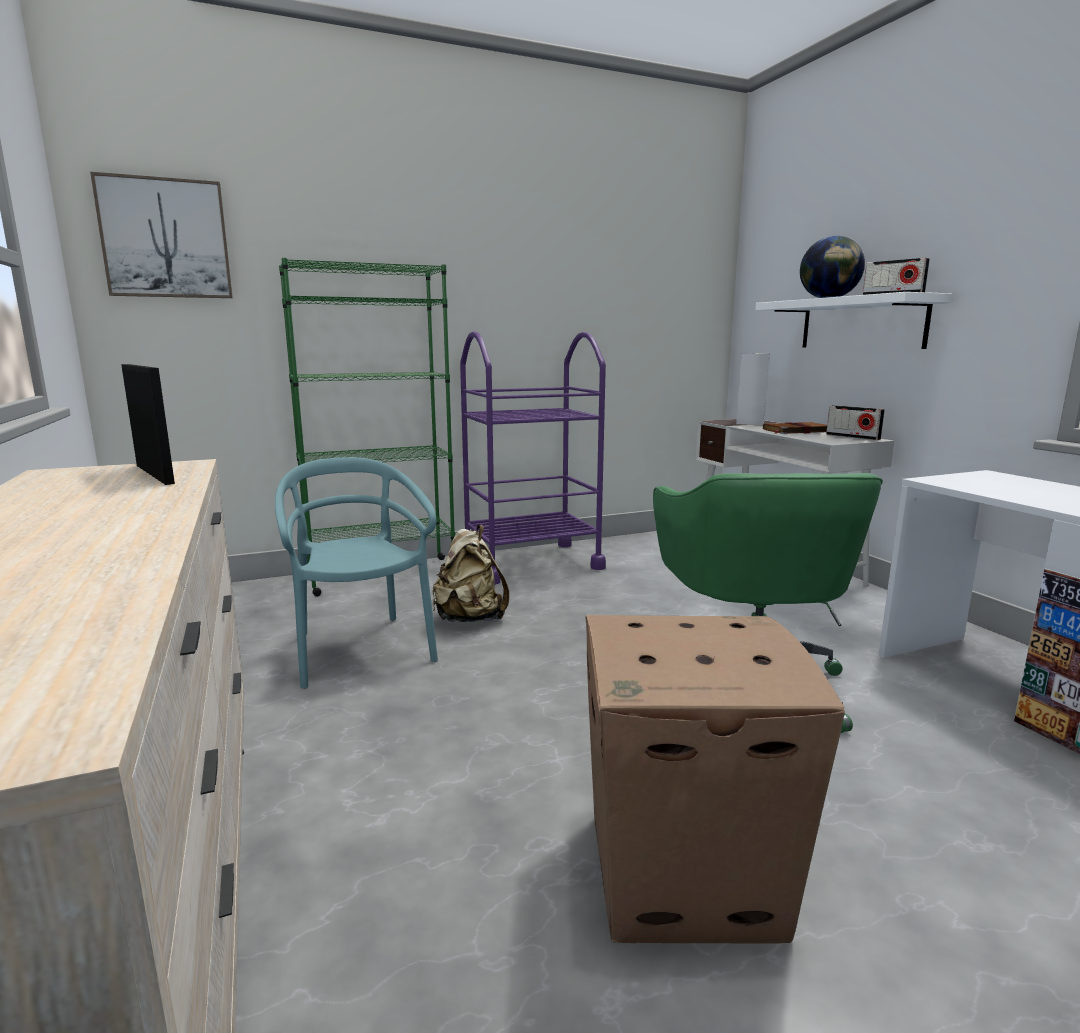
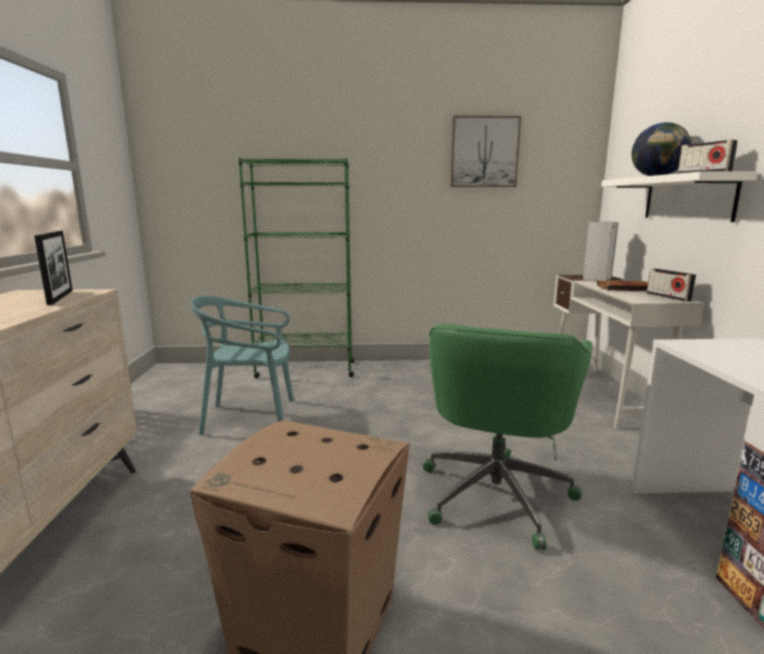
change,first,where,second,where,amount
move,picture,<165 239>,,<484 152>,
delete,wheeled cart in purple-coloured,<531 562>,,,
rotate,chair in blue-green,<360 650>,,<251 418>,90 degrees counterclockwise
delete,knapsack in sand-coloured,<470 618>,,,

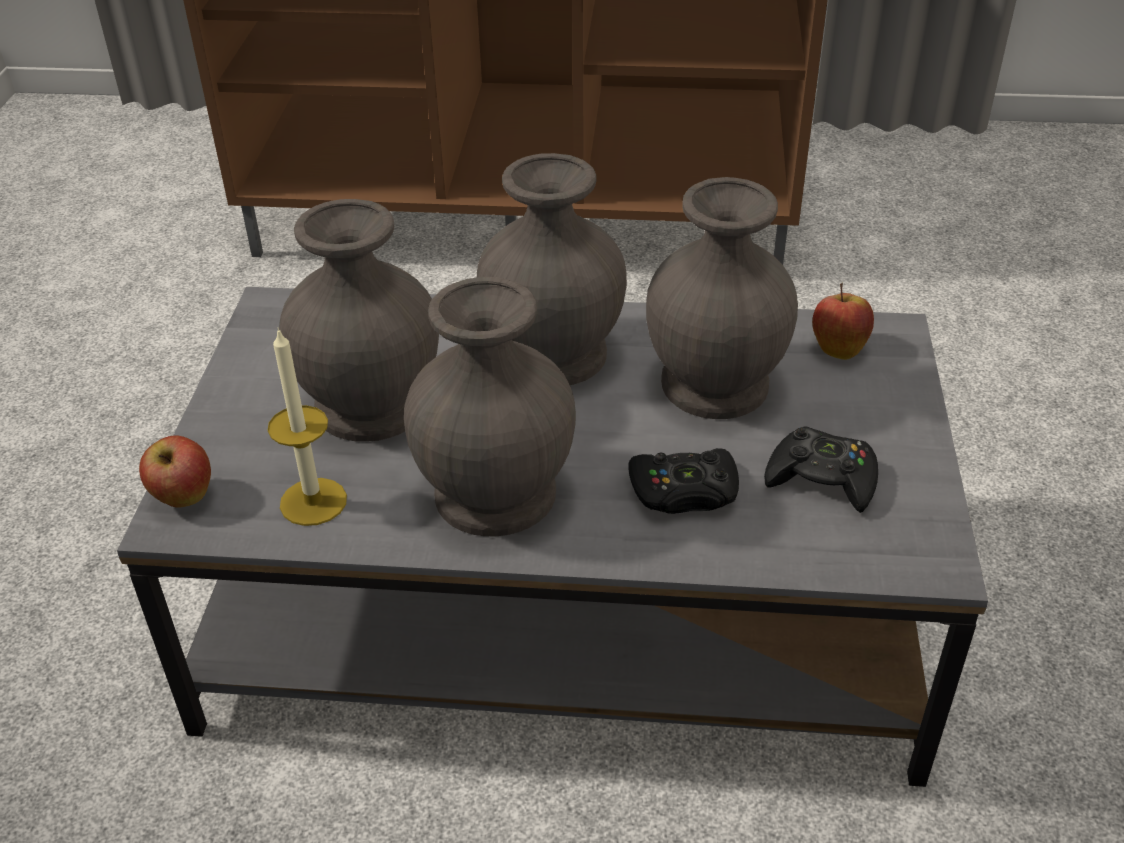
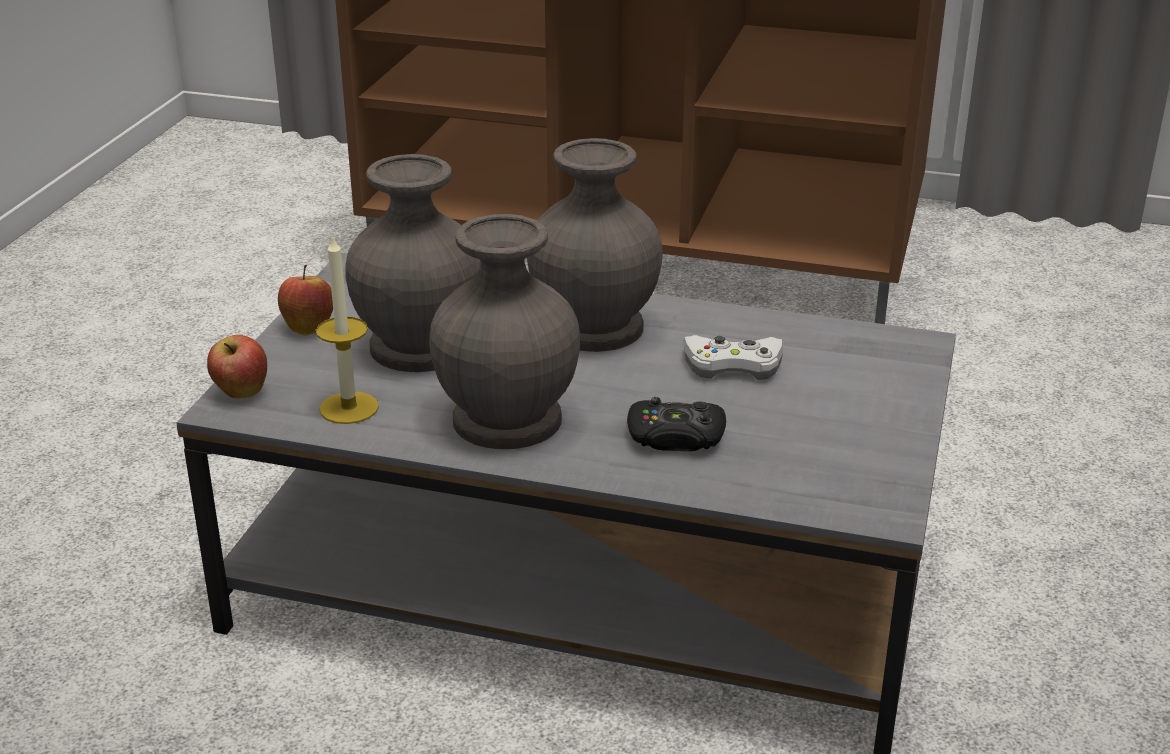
change,first,where,second,where,amount
replace,vase in grey,<714 385>,gamepad in whitish,<733 365>,
move,apple,<838 348>,,<308 327>,
delete,gamepad in black,<822 478>,,,

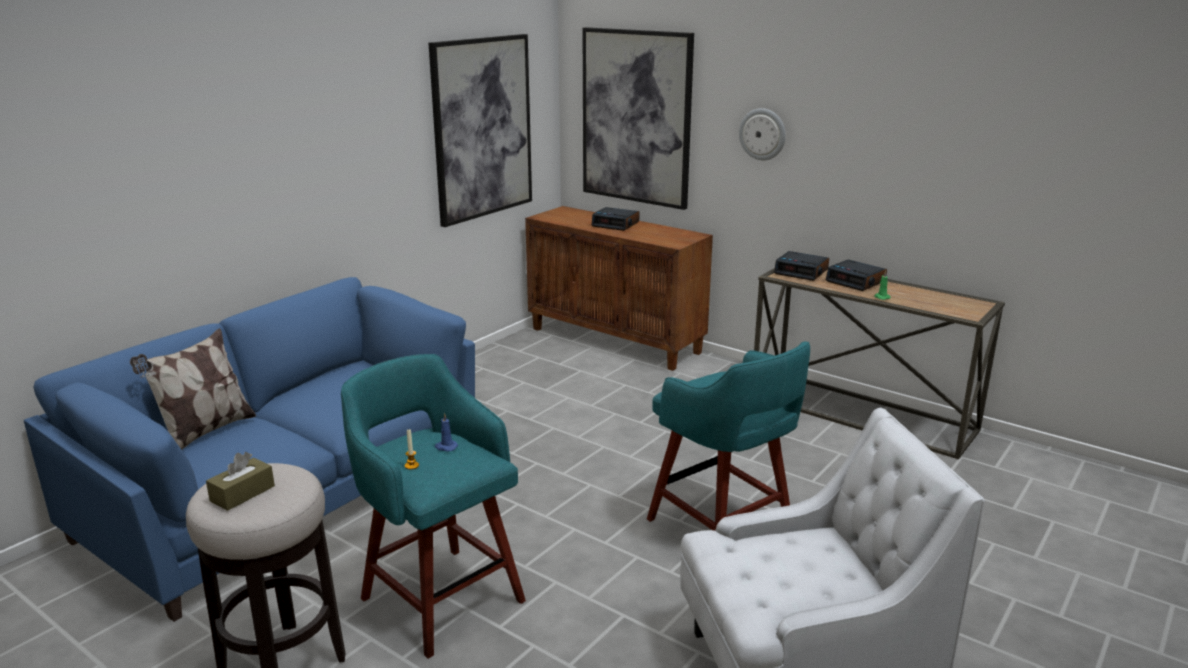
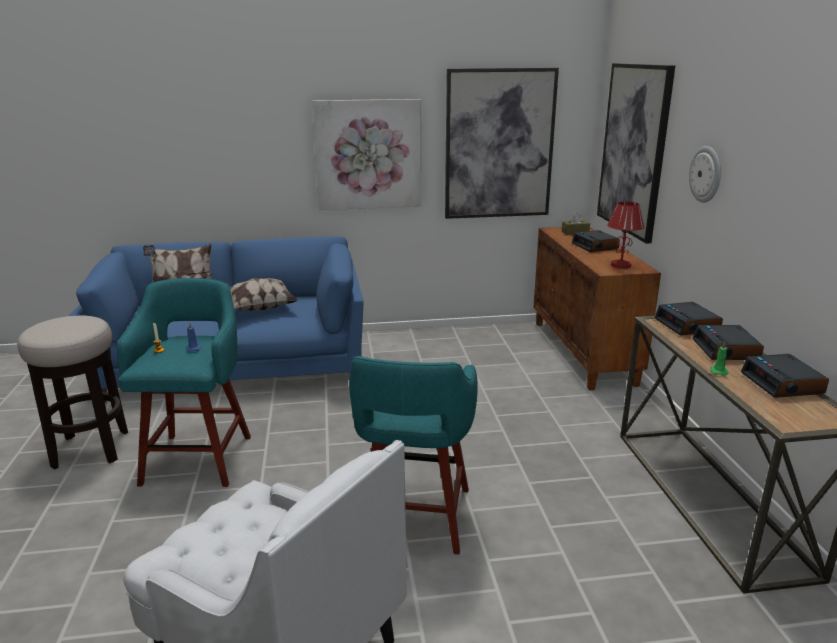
change,first,where,second,where,amount
move,tissue holder in brown-coloured,<242 493>,,<575 232>,
insert,,,picture,<368 155>,
insert,,,lamp for a table in red-coloured,<621 265>,
insert,,,cushion,<260 308>,
insert,,,bedside clock,<783 384>,

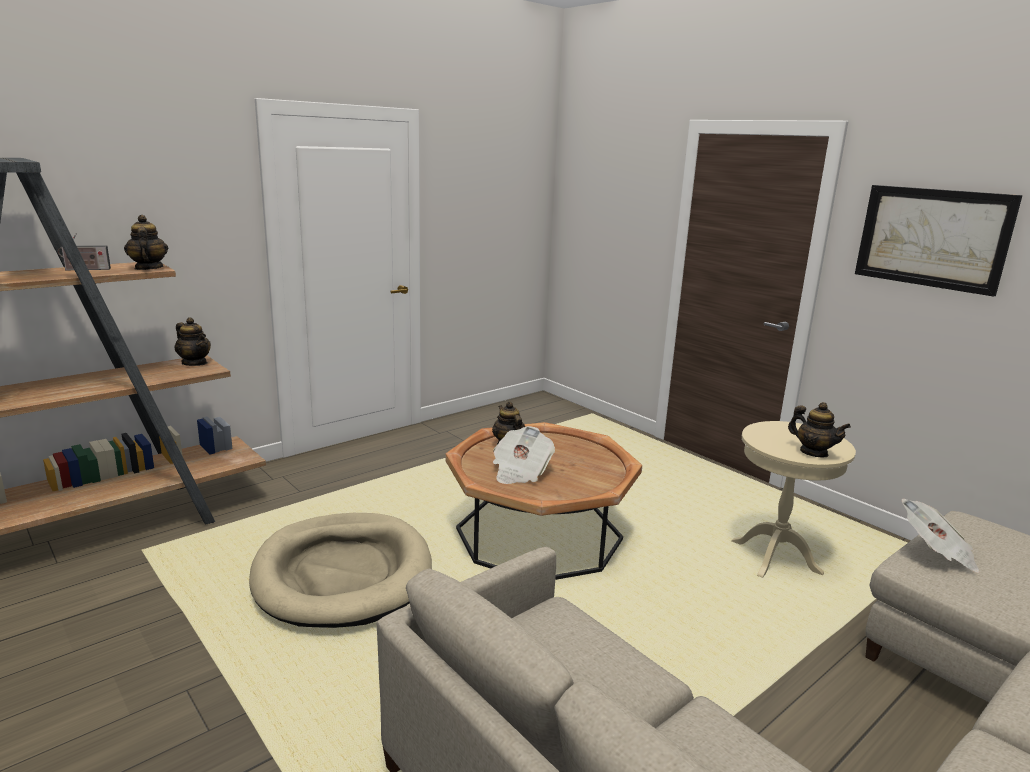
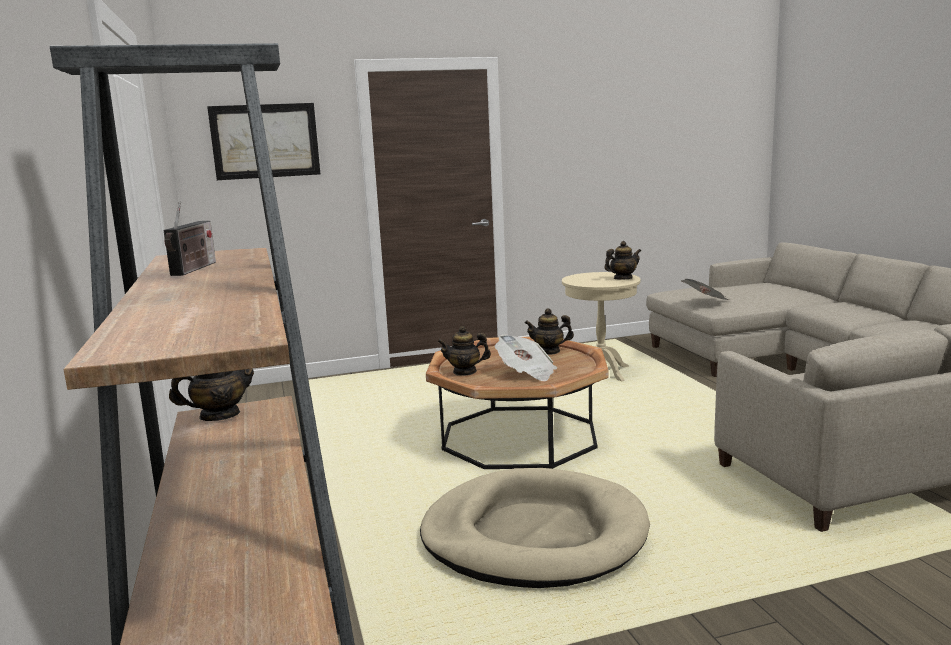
change,first,where,second,where,amount
move,picture,<932 237>,,<265 141>,
move,tea pot,<148 268>,,<549 351>,

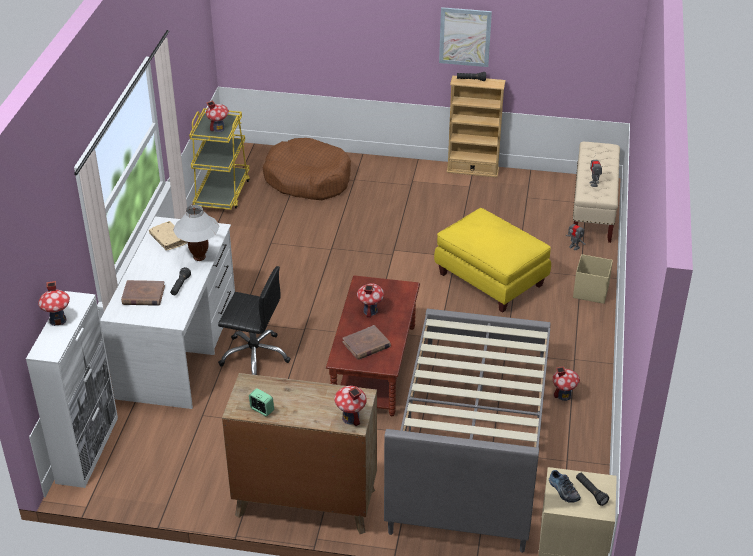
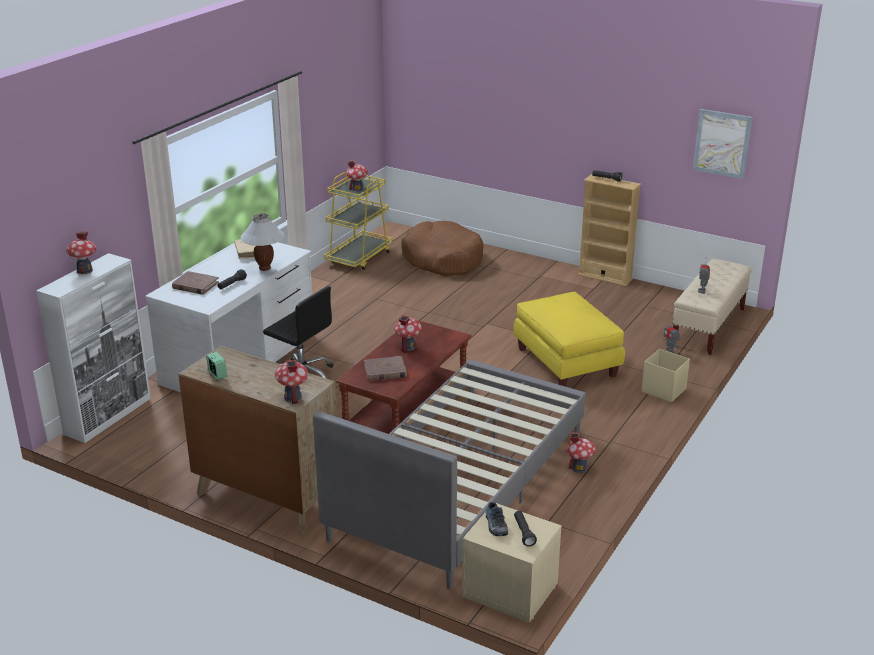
change,first,where,second,where,amount
move,picture,<465 37>,,<722 143>,

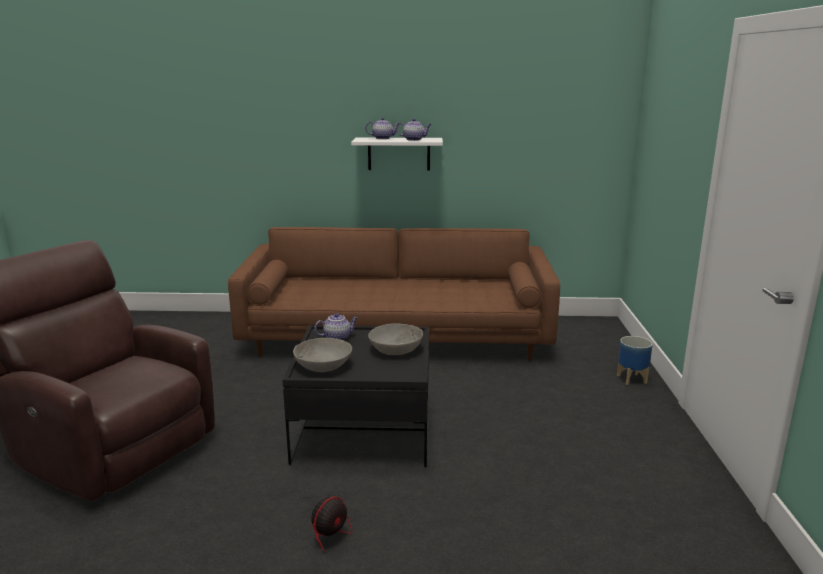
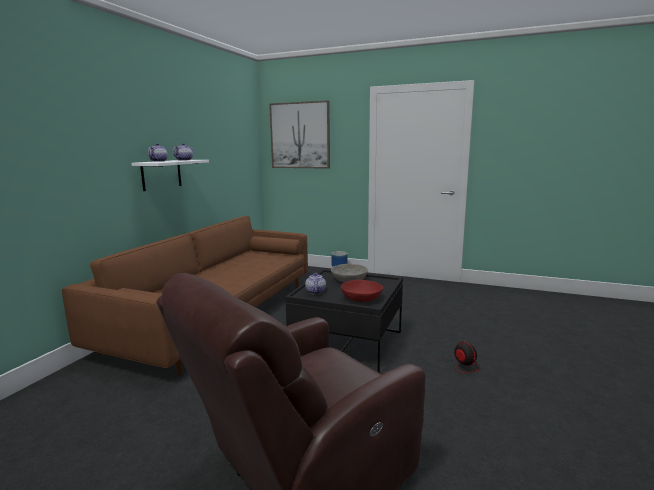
change,first,where,second,where,amount
recolor,serving bowl in grey,<323 366>,serving bowl in red-coloured,<362 299>,
insert,,,picture,<300 135>,

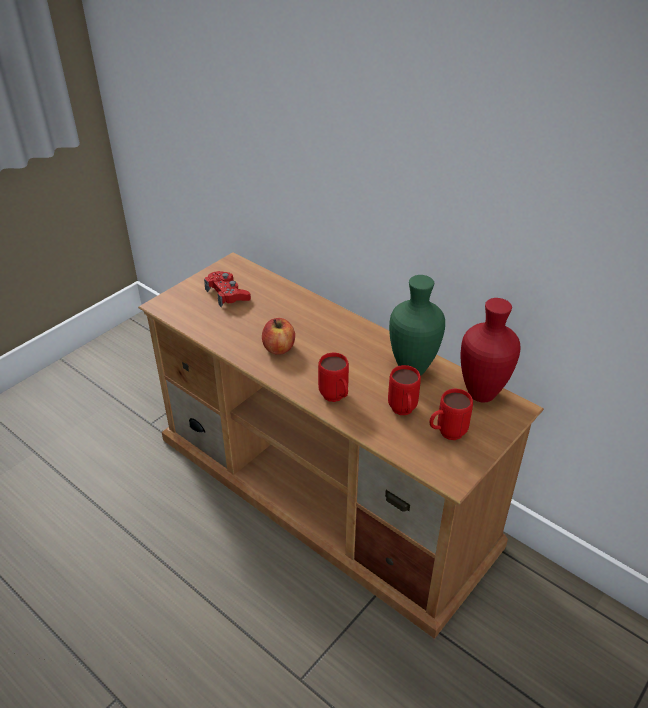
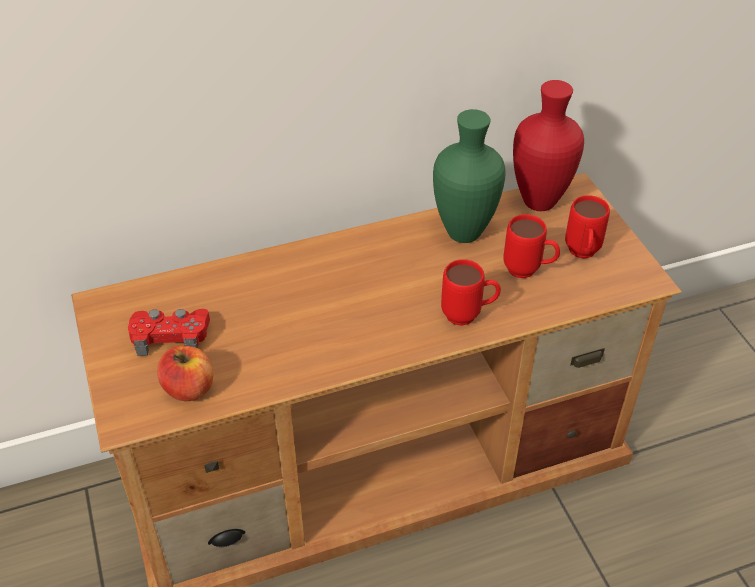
change,first,where,second,where,amount
move,apple,<279 348>,,<189 388>,

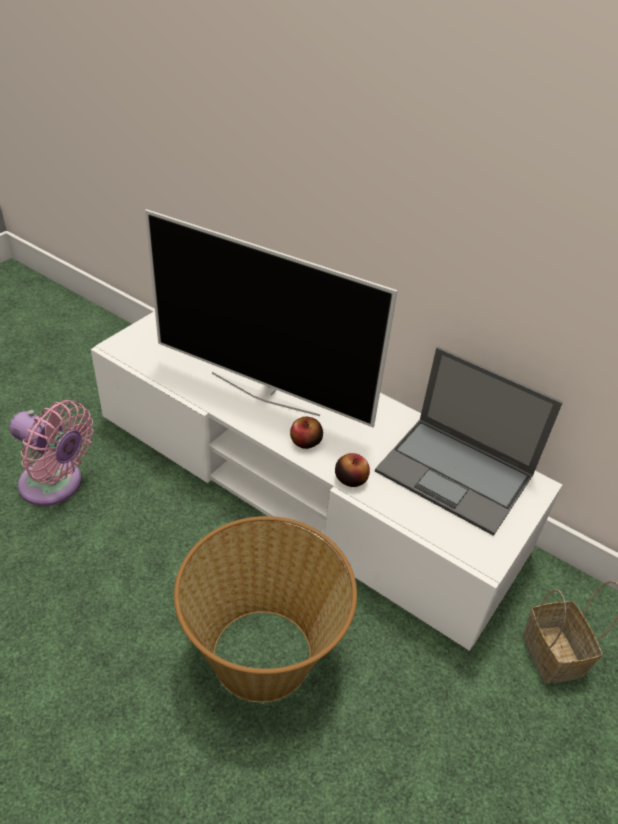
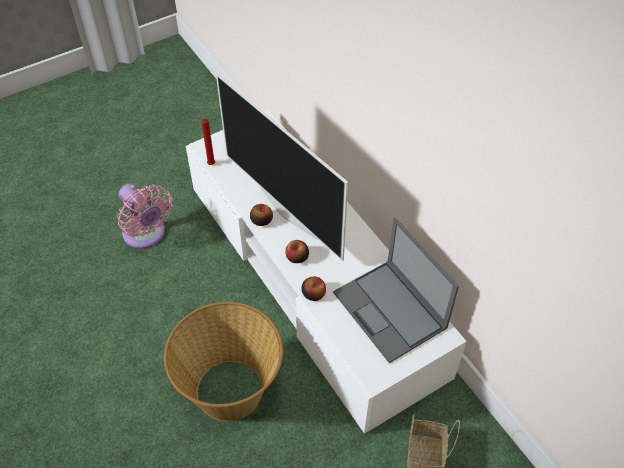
change,first,where,second,where,amount
insert,,,candle in red-coloured,<210 164>,
insert,,,apple,<261 220>,

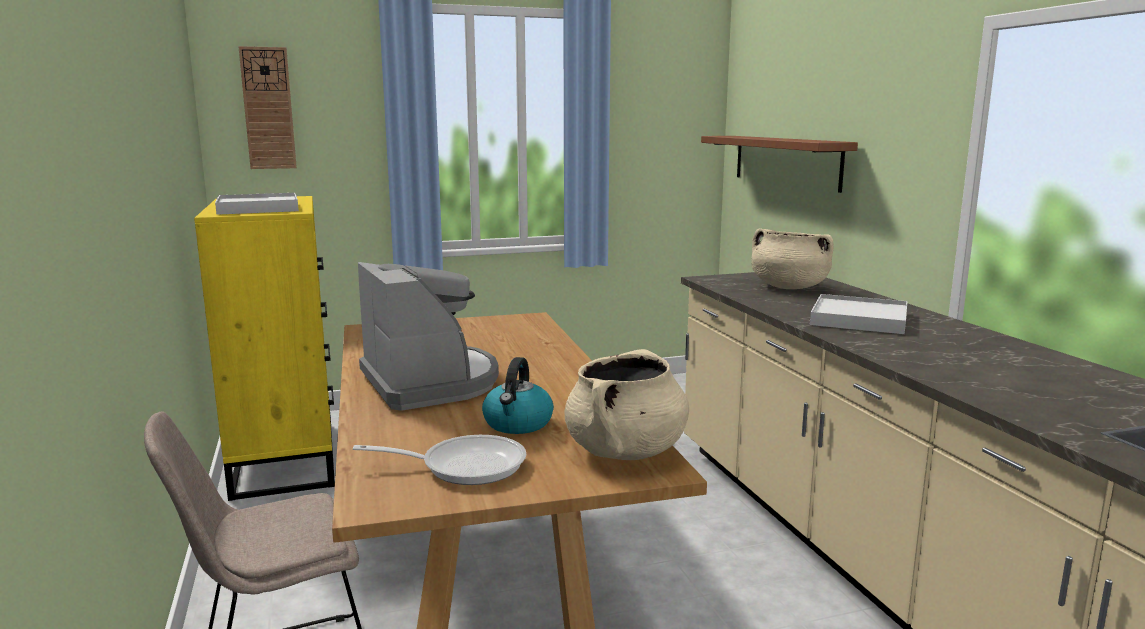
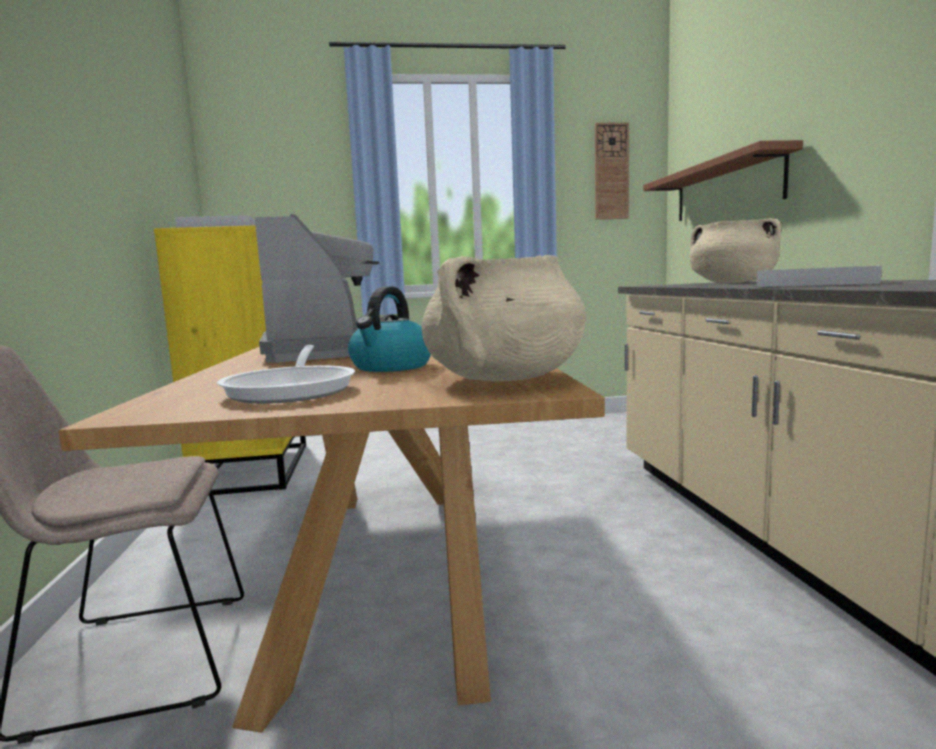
change,first,where,second,where,amount
move,hanging clock,<268 108>,,<611 171>,
rotate,pan,<464 466>,,<293 389>,75 degrees clockwise

